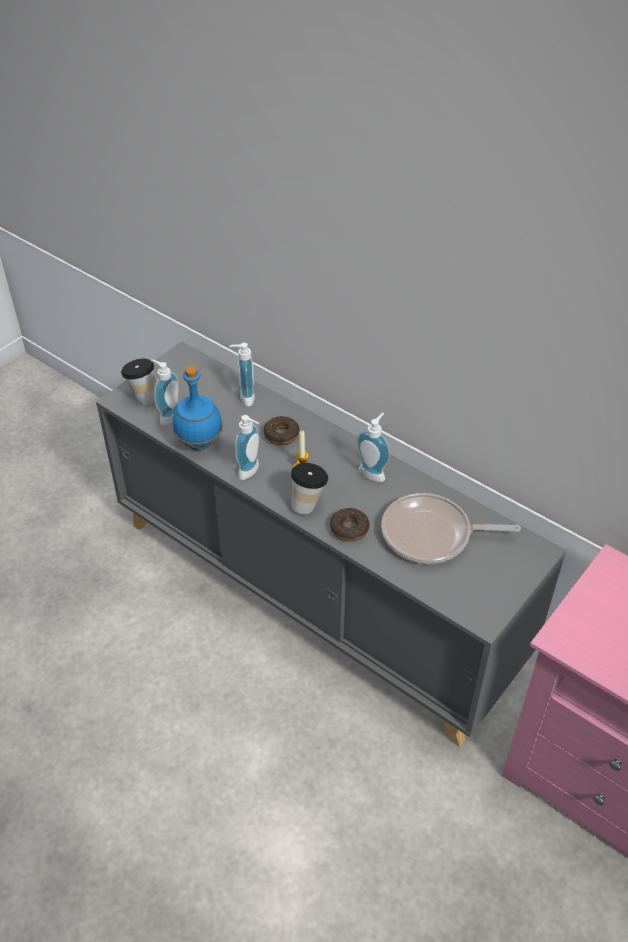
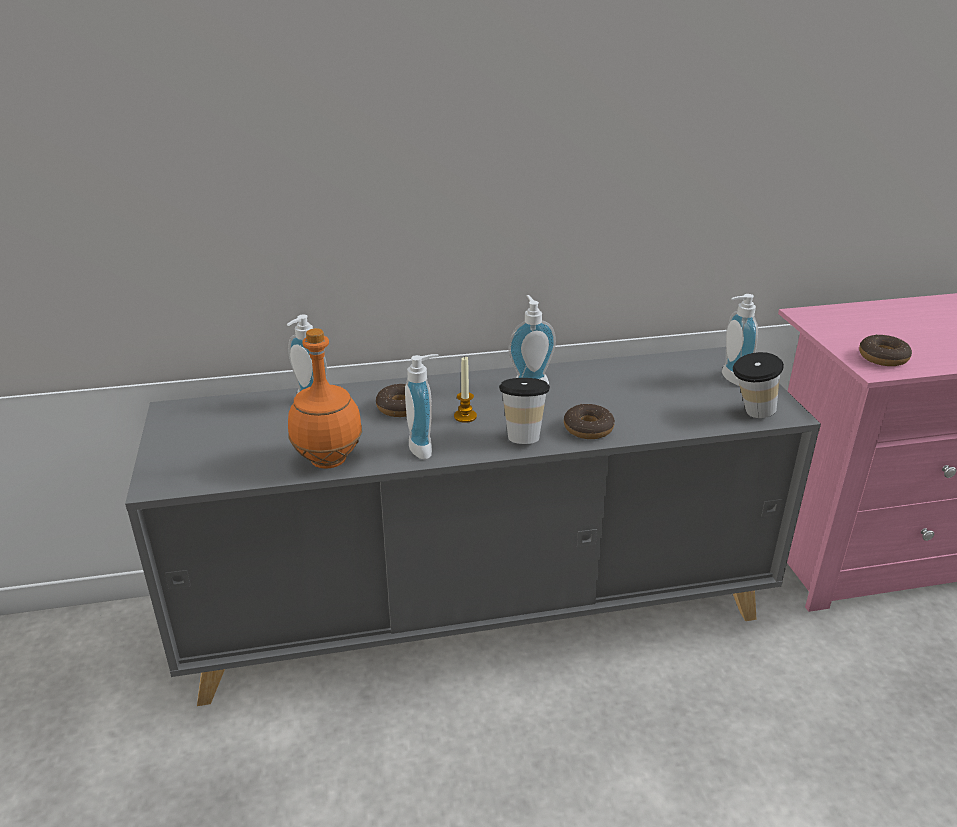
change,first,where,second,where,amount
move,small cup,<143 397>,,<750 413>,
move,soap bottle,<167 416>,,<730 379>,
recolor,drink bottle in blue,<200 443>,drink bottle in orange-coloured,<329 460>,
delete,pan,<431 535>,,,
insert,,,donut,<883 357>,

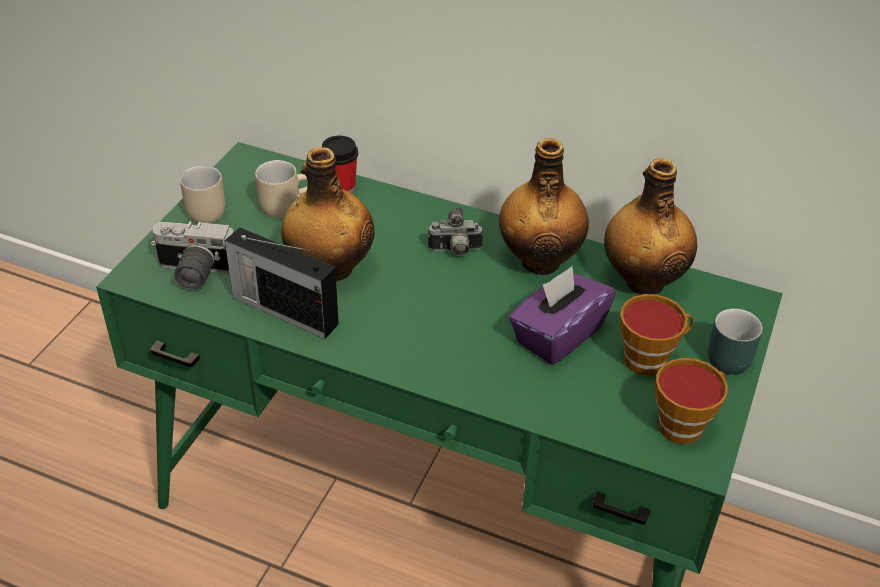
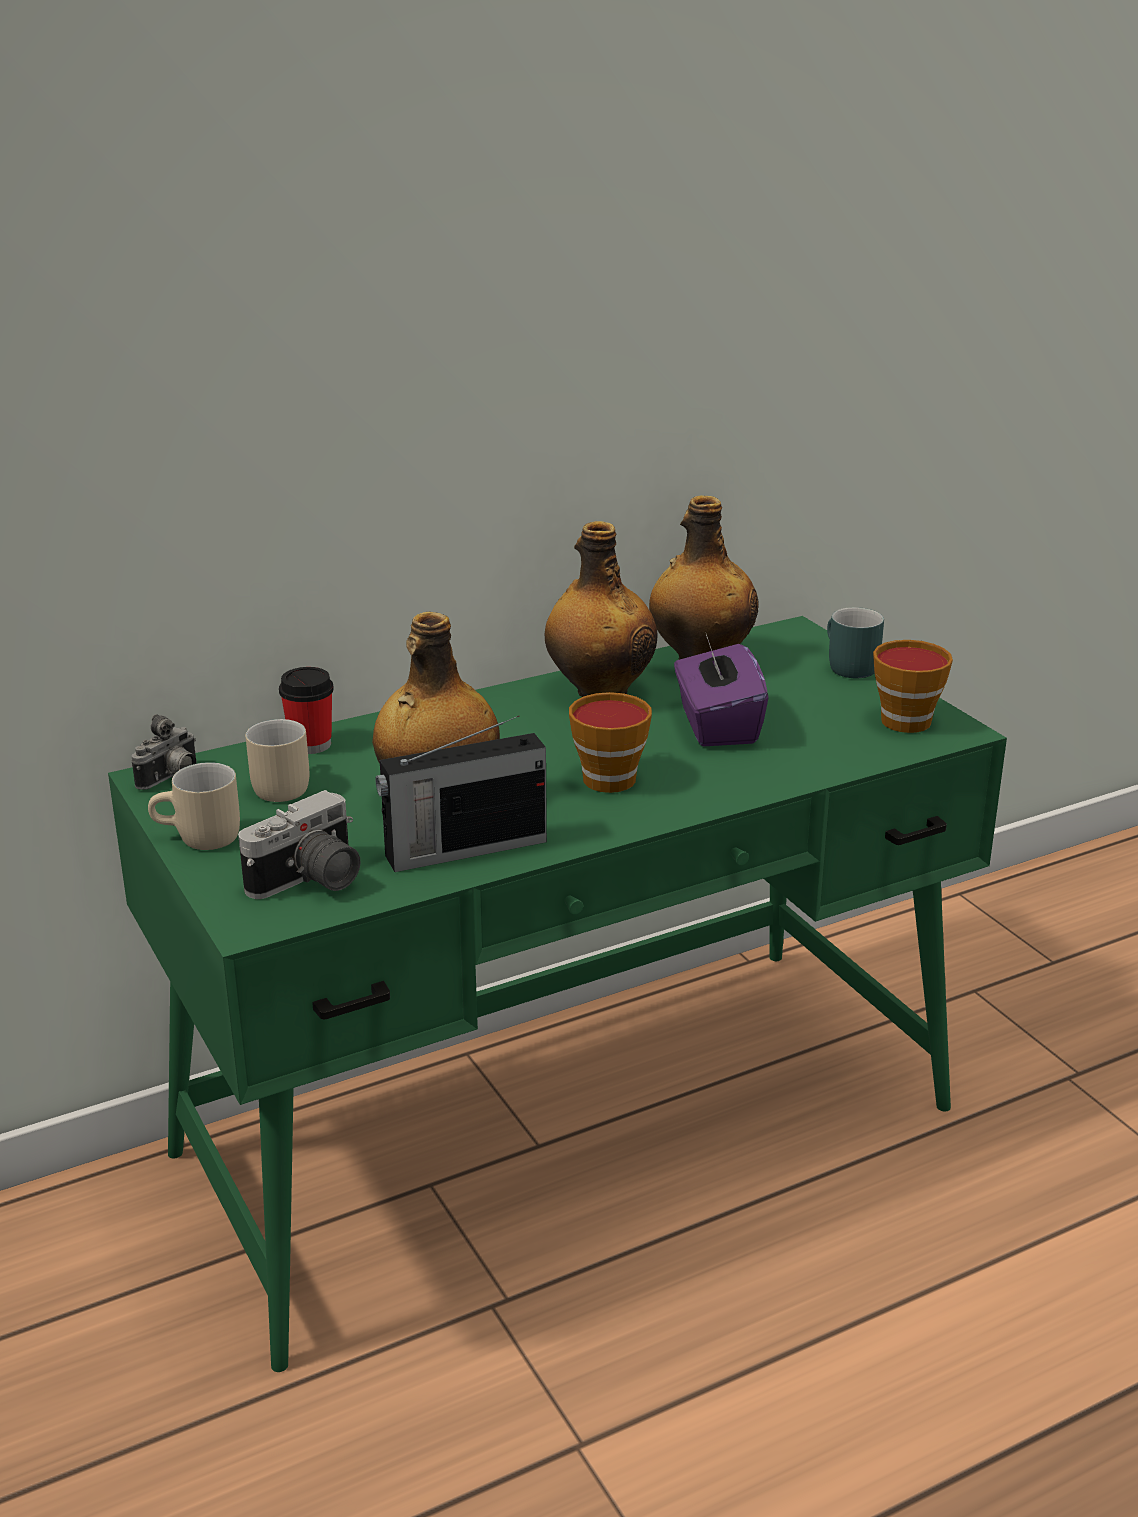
change,first,where,second,where,amount
move,still camera,<455 251>,,<172 778>,
move,small cup,<649 358>,,<611 776>,

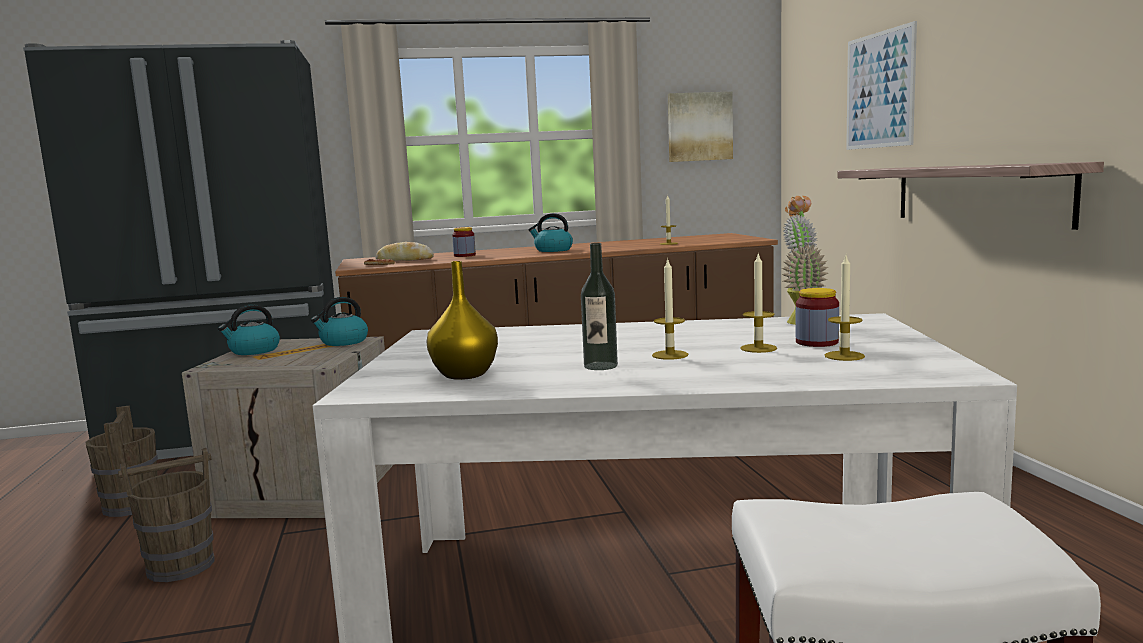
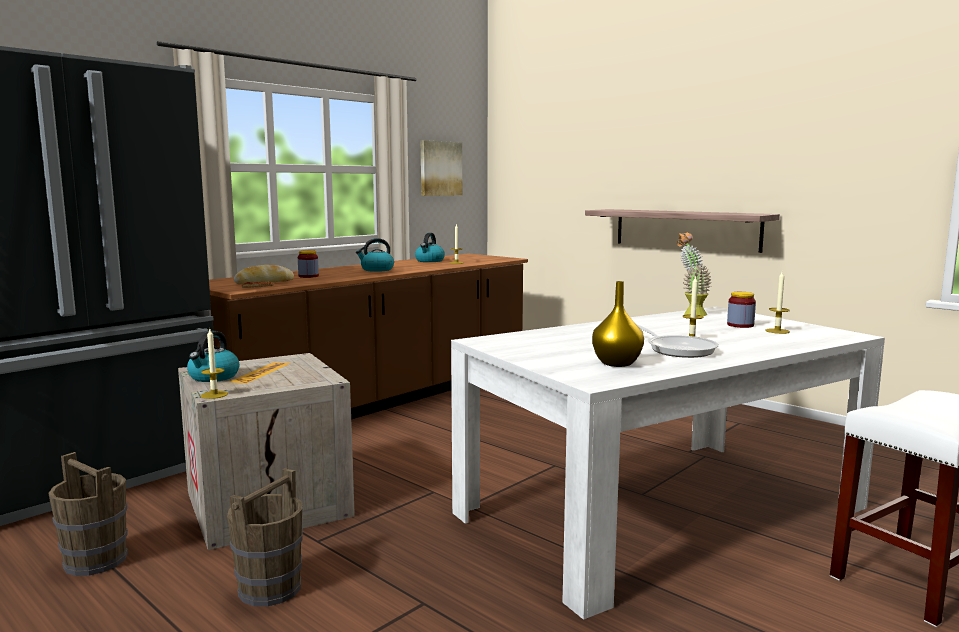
change,first,where,second,where,amount
delete,picture,<879 90>,,,
replace,drink bottle,<600 366>,pan,<677 349>,
move,candle,<758 348>,,<214 395>,
move,kettle,<343 342>,,<429 261>,

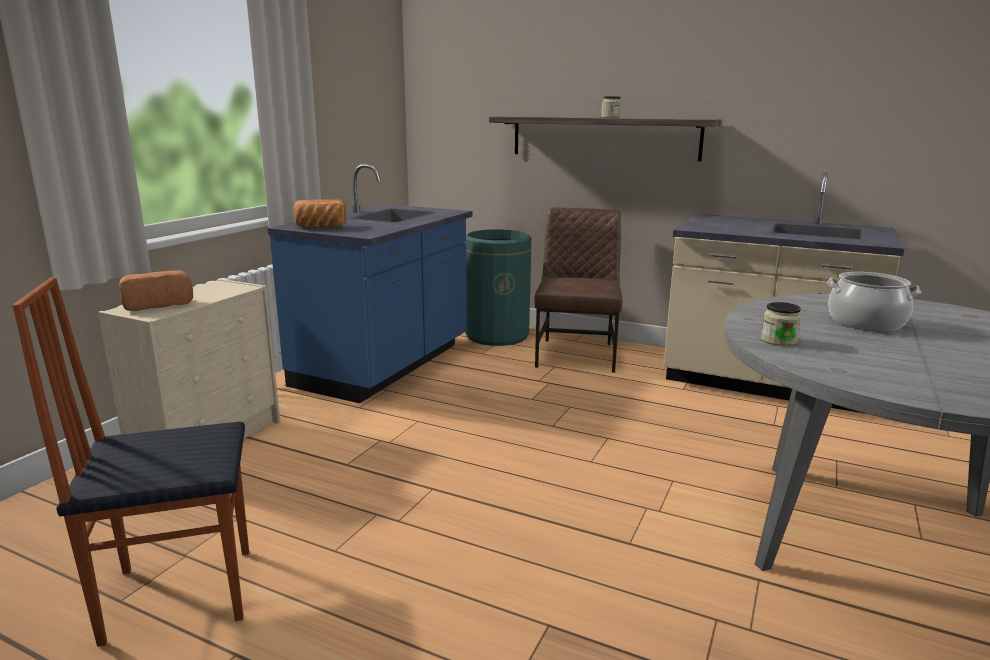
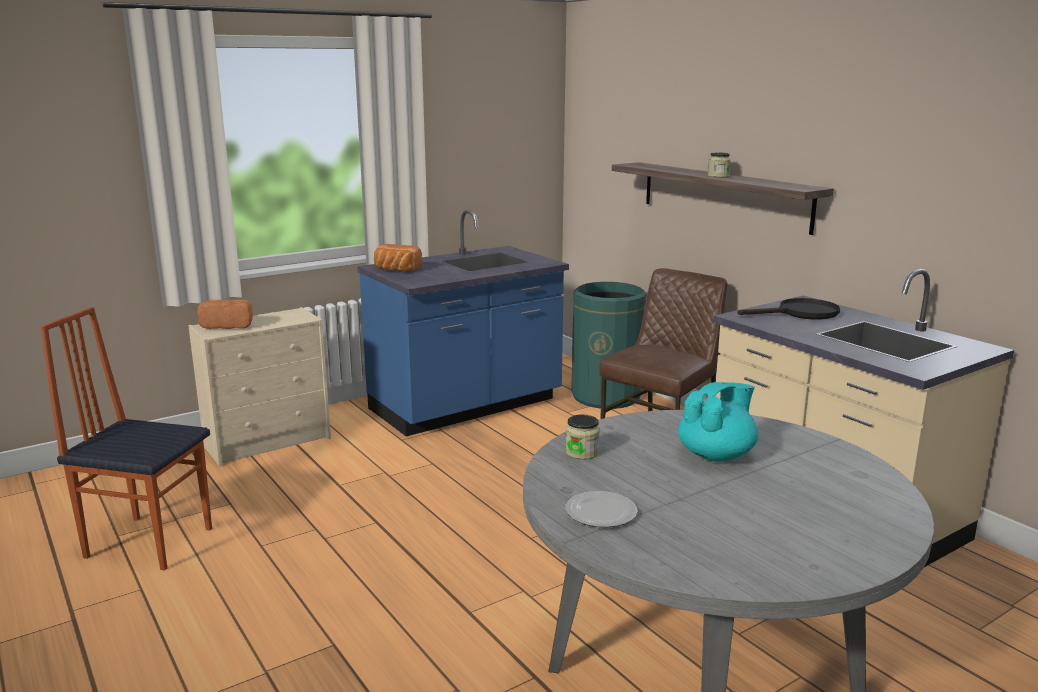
change,first,where,second,where,amount
replace,cooking pot,<866 322>,tea pot in blue-green,<716 455>,
insert,,,pan in black,<800 313>,
insert,,,plate,<601 513>,

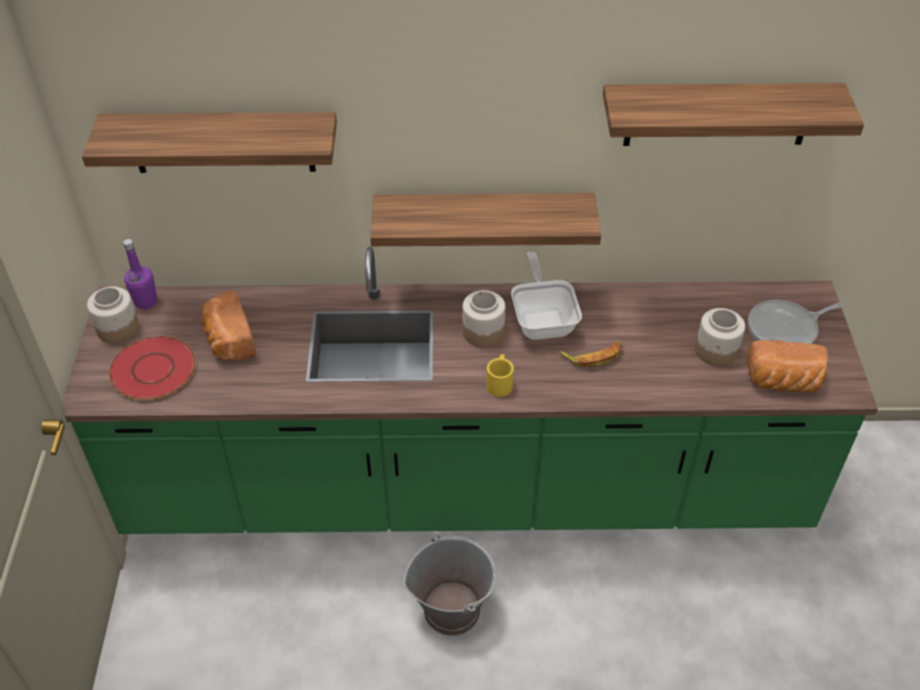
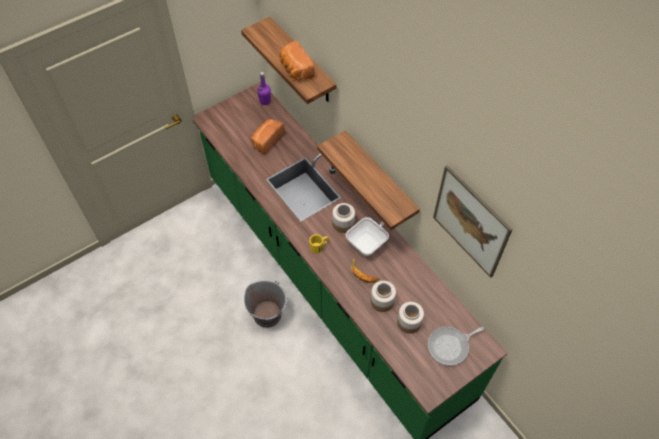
change,first,where,second,where,amount
replace,wall shelf,<718 114>,picture,<470 222>,
move,preserve jar,<117 329>,,<382 301>,
rotate,pan,<785 329>,,<450 346>,60 degrees counterclockwise
delete,plate in red-coloured,<152 369>,,,
move,baked bread,<783 382>,,<295 70>,

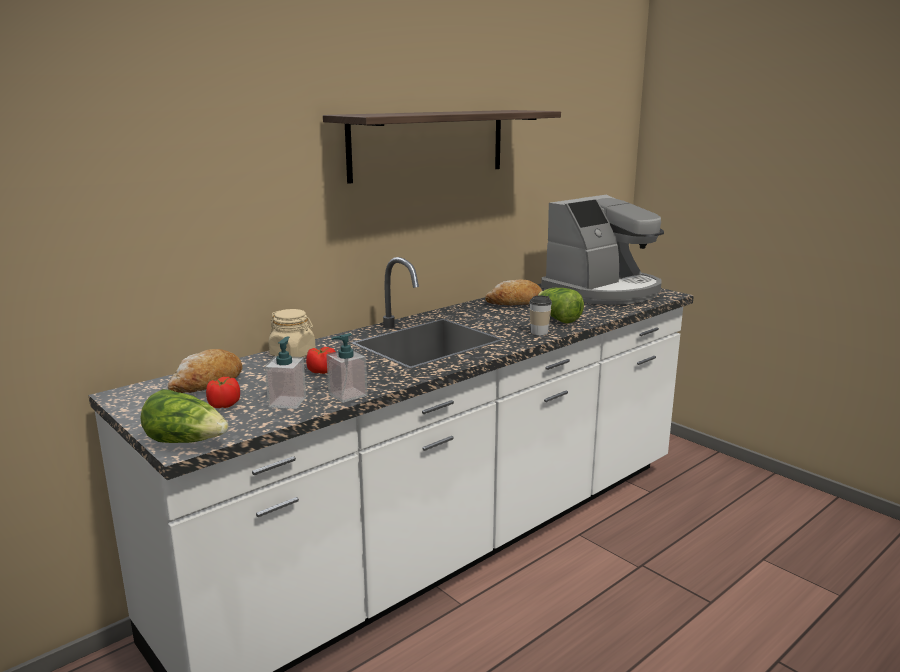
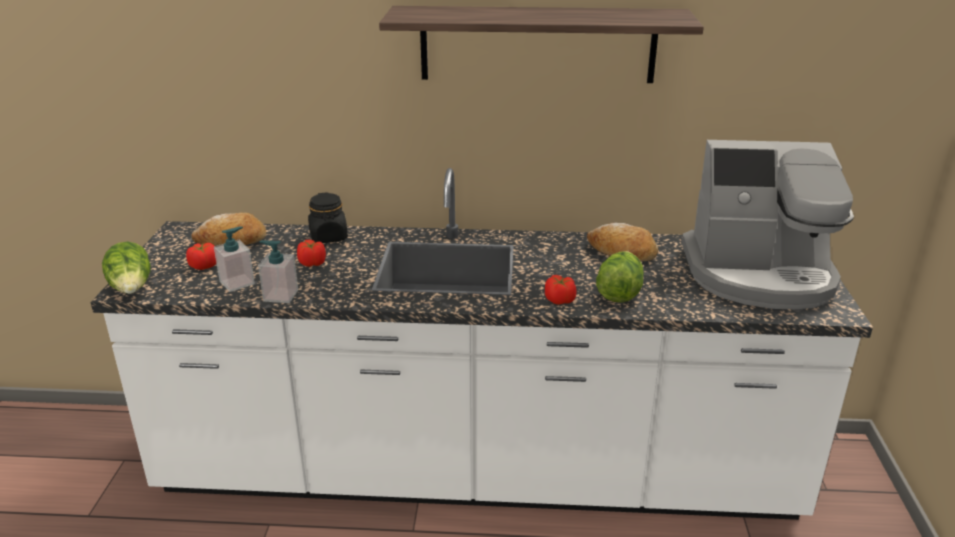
change,first,where,second,where,amount
replace,small cup,<539 332>,whole tomato,<560 300>,
recolor,preserve jar in sand-coloured,<293 354>,preserve jar in black,<328 237>,

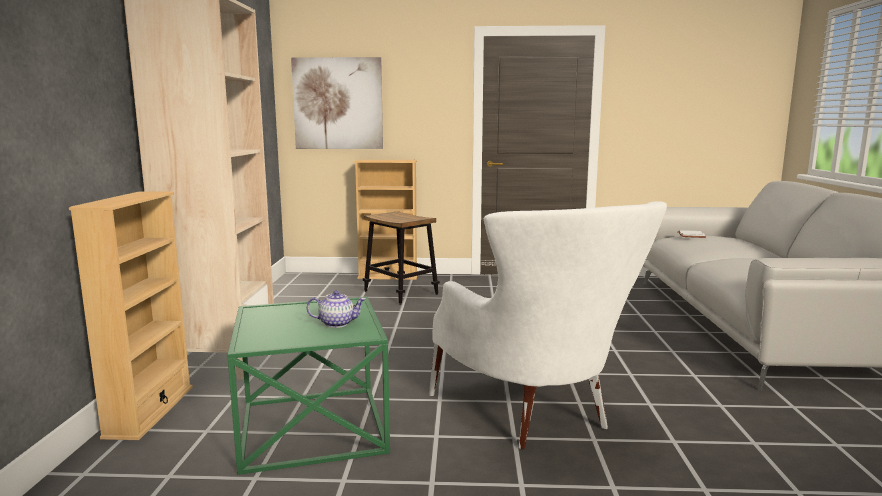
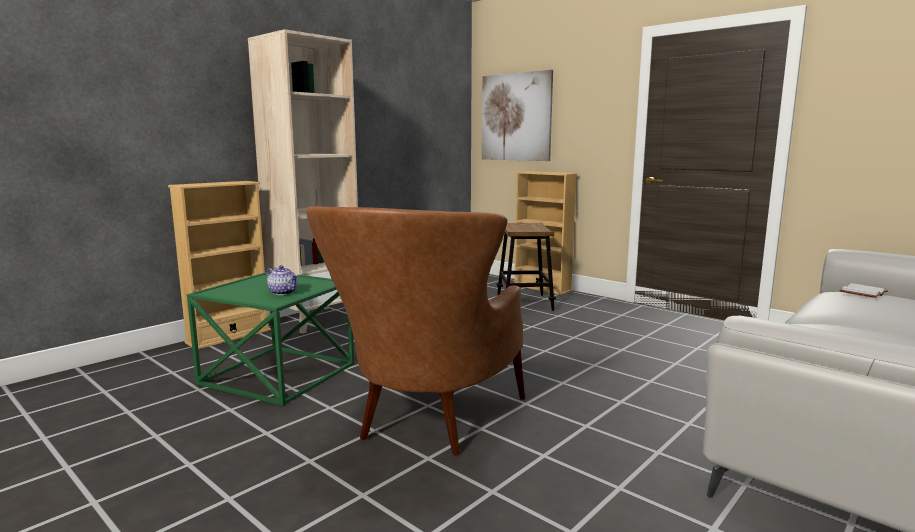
change,first,where,second,where,amount
recolor,armchair in whitish,<540 417>,armchair in brown-coloured,<424 425>,

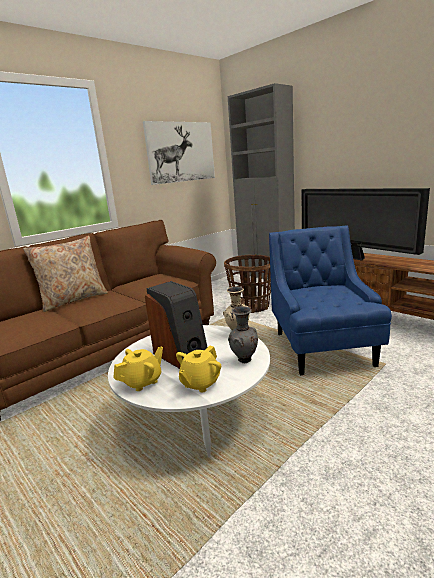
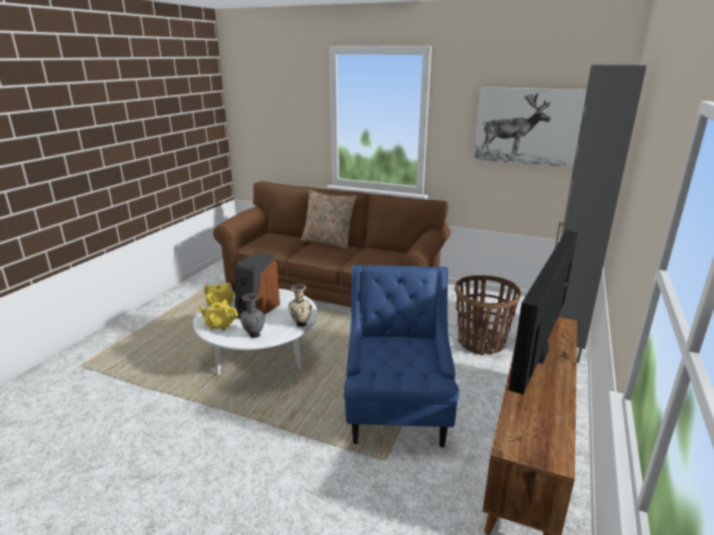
change,first,where,second,where,amount
rotate,armchair in blue,<323 349>,,<397 410>,60 degrees counterclockwise

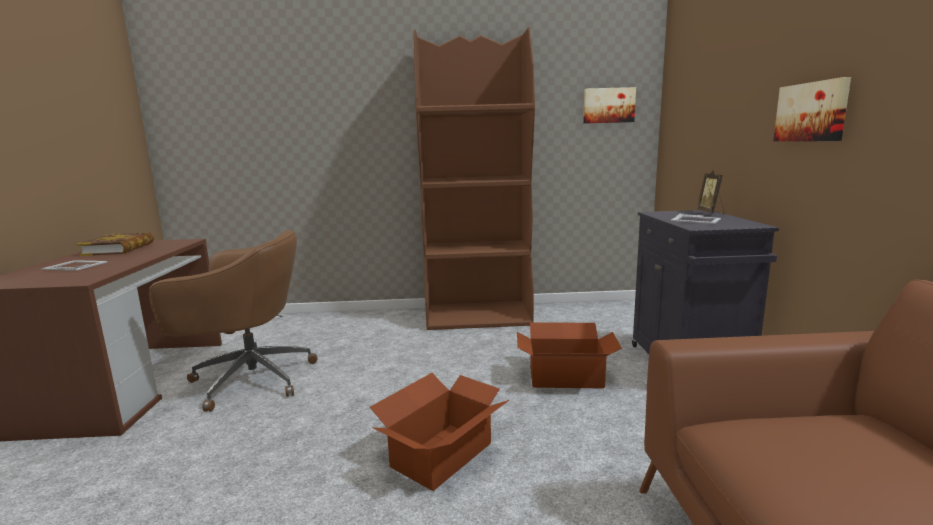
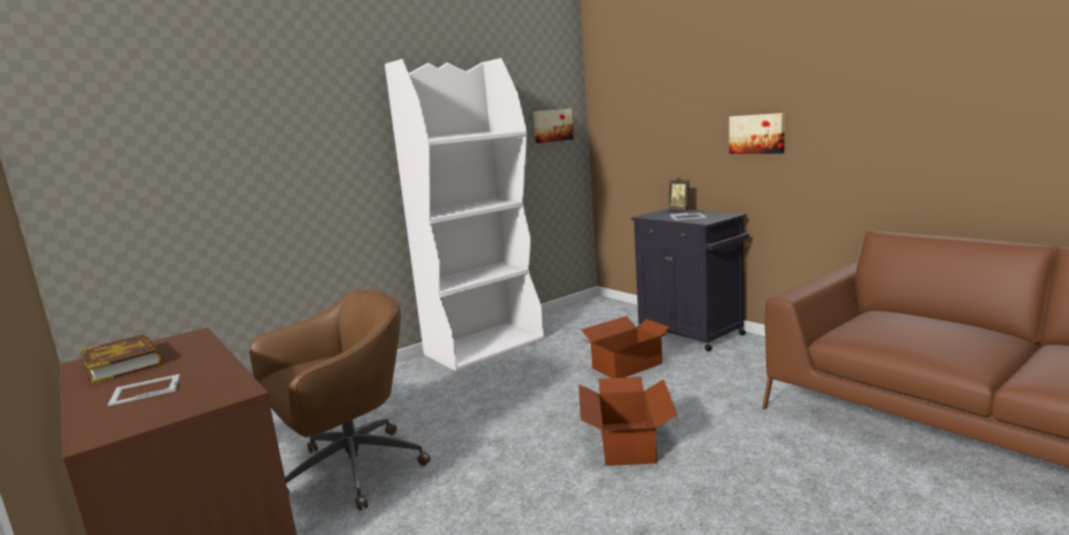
change,first,where,second,where,amount
recolor,bookcase in brown-coloured,<479 316>,bookcase in whitish,<485 346>,

